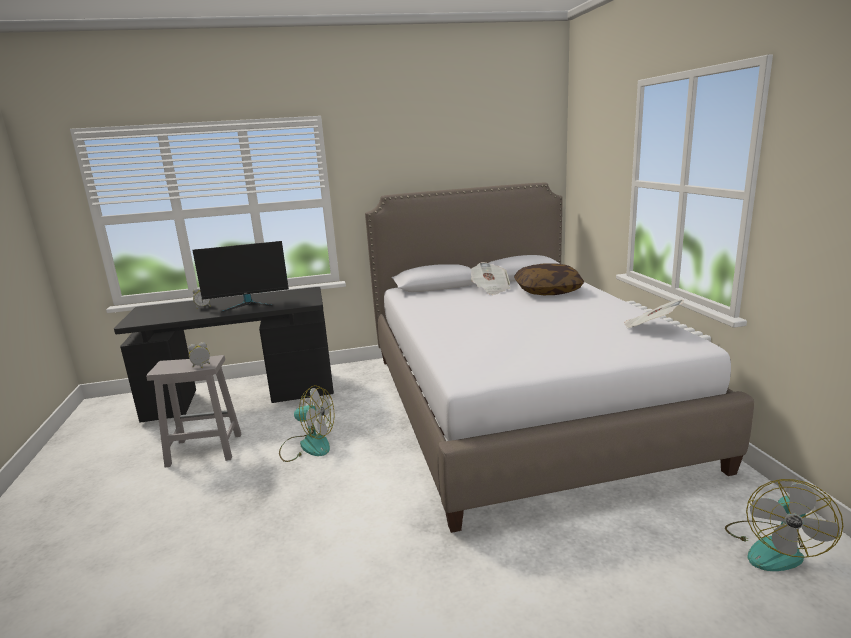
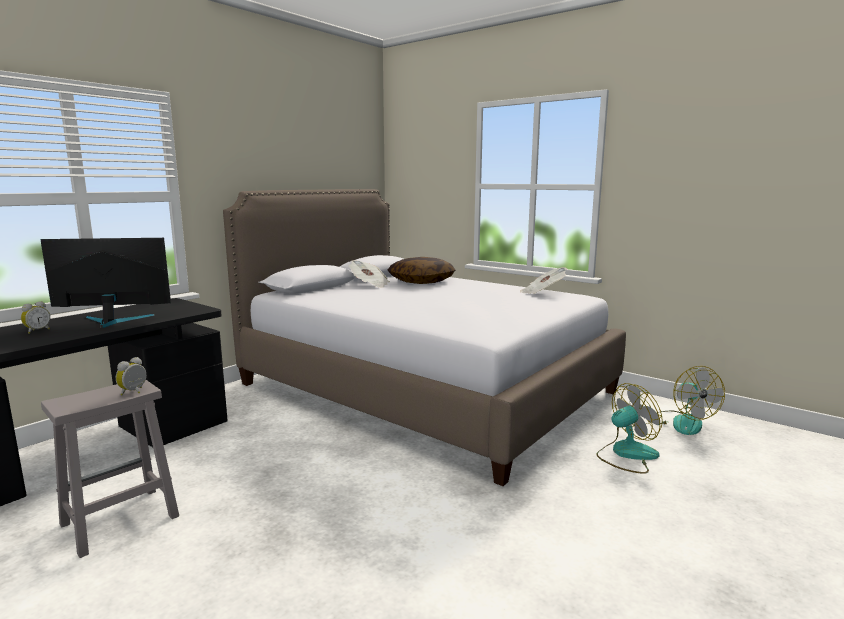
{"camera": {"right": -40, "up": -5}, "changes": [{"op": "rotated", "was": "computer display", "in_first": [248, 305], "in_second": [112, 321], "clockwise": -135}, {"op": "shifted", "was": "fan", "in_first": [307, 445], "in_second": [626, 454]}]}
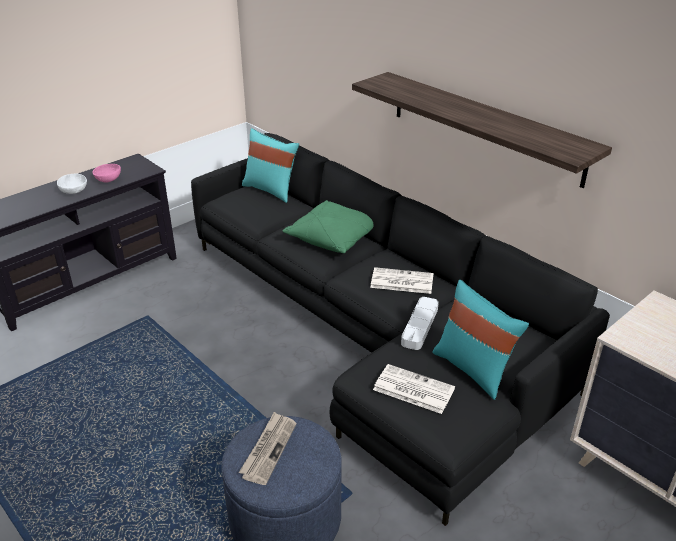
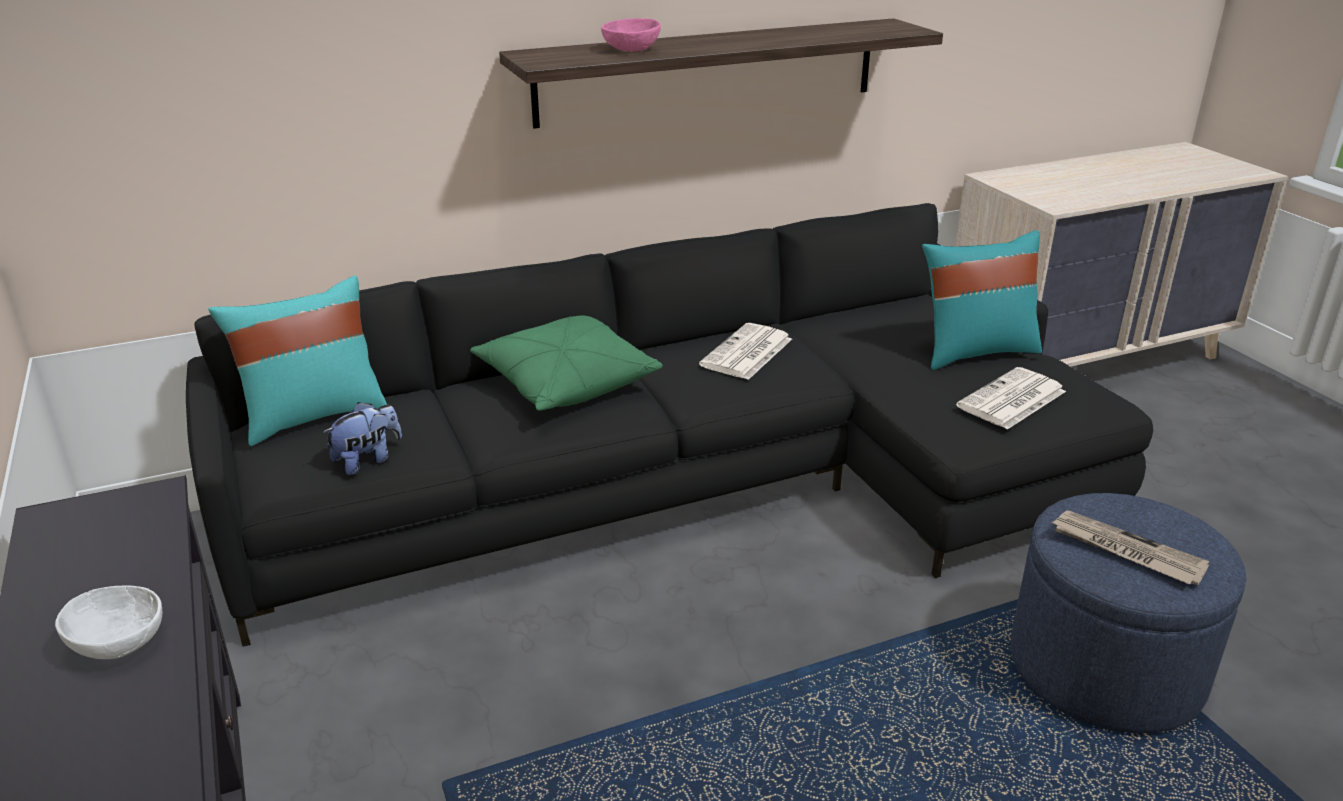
{"camera": {"right": -70, "up": -5}, "changes": [{"op": "new", "now": "cuddly toy", "in_second": [367, 460]}, {"op": "shifted", "was": "pinkish deep dish", "in_first": [108, 180], "in_second": [631, 50]}, {"op": "gone", "was": "greyish serving tray", "in_first": [420, 326]}]}
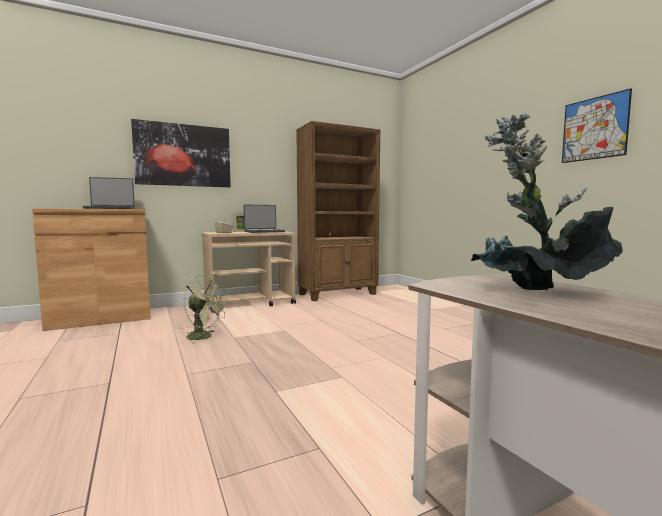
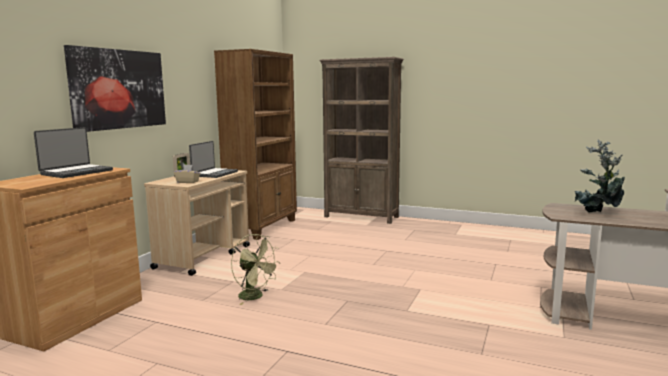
{"camera": {"right": -40, "up": 5}, "changes": [{"op": "rotated", "was": "green fan", "in_first": [204, 337], "in_second": [255, 297], "clockwise": 60}, {"op": "new", "now": "brown-coloured bookshelf", "in_second": [361, 217]}, {"op": "gone", "was": "wall art", "in_first": [594, 128]}]}
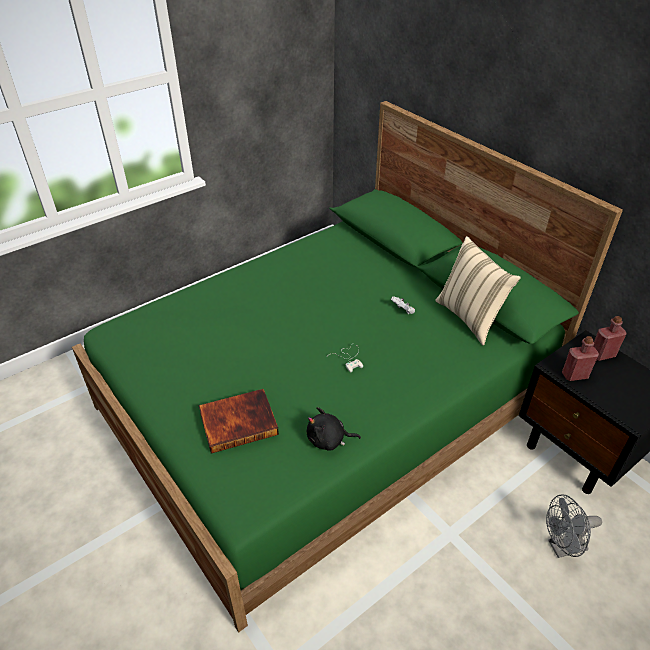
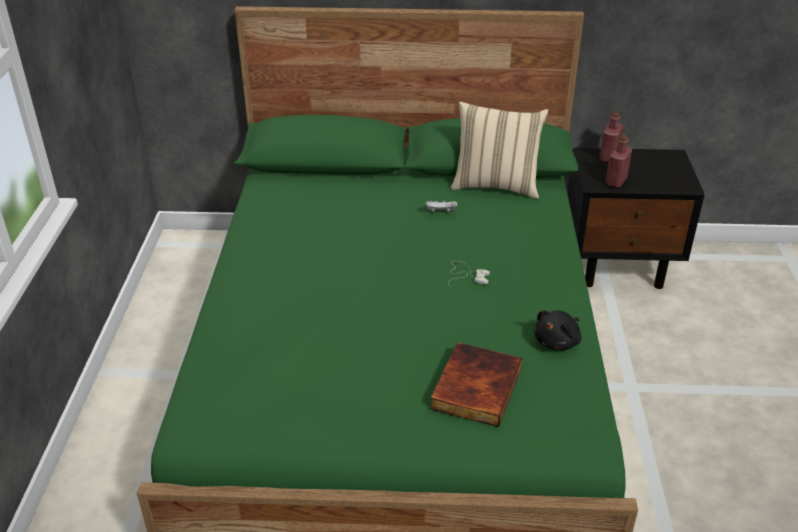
{"camera": {"right": -50, "up": -5}, "changes": [{"op": "gone", "was": "greyish fan", "in_first": [562, 547]}]}
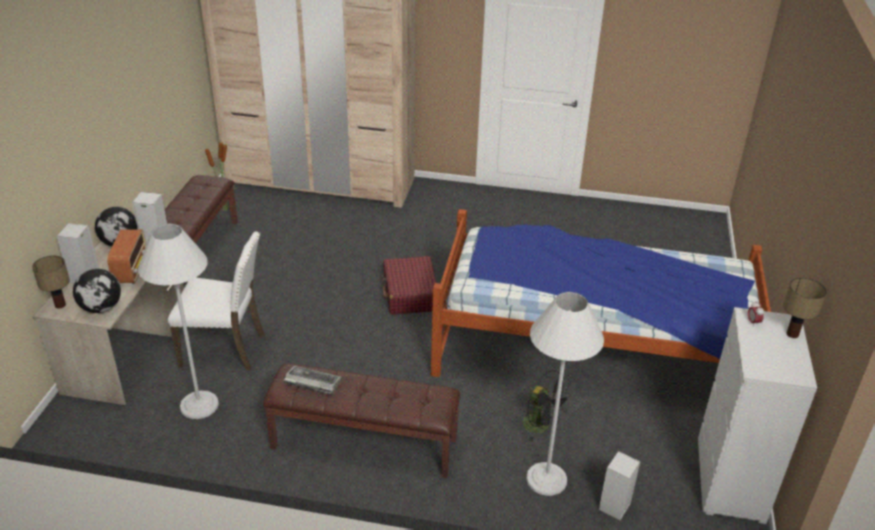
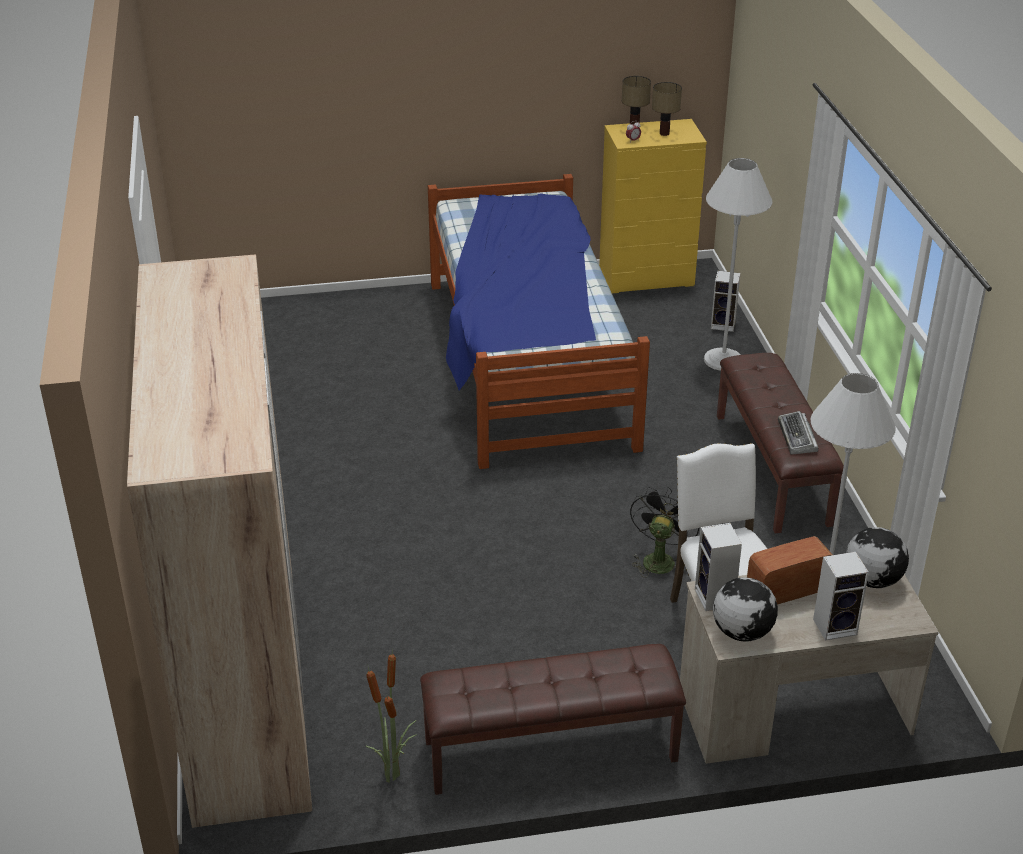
{"camera": {"right": -110, "up": 0}, "changes": [{"op": "repainted", "was": "whitish chest of drawers", "now": "yellowish chest of drawers", "in_first": [730, 480], "in_second": [647, 278]}, {"op": "shifted", "was": "black-coloured fan", "in_first": [541, 426], "in_second": [659, 558]}, {"op": "shifted", "was": "tabletop lamp", "in_first": [60, 305], "in_second": [664, 133]}, {"op": "gone", "was": "reddish suitcase", "in_first": [410, 294]}]}
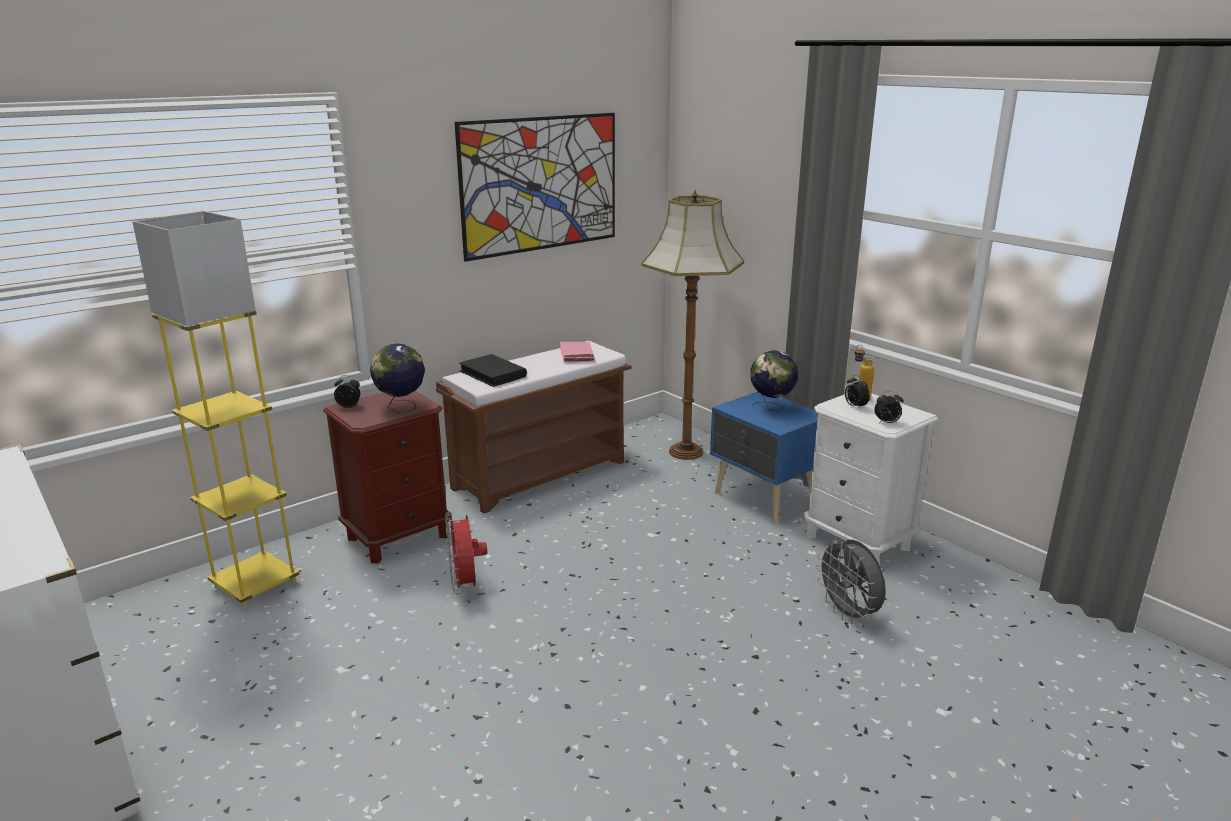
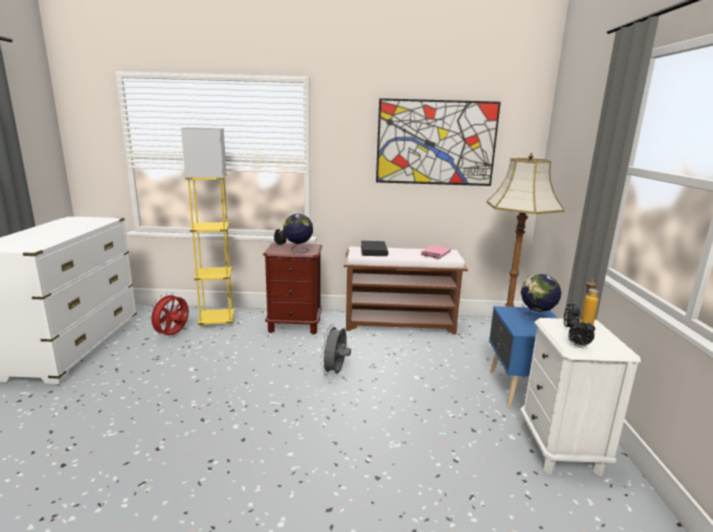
{"camera": {"right": 40, "up": -5}, "changes": [{"op": "shifted", "was": "reddish fan", "in_first": [465, 586], "in_second": [172, 335]}, {"op": "shifted", "was": "greyish fan", "in_first": [848, 614], "in_second": [335, 372]}]}
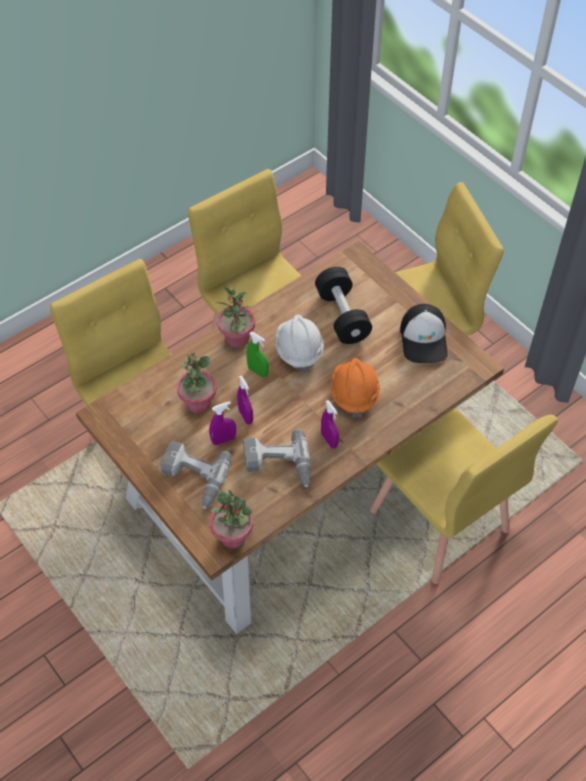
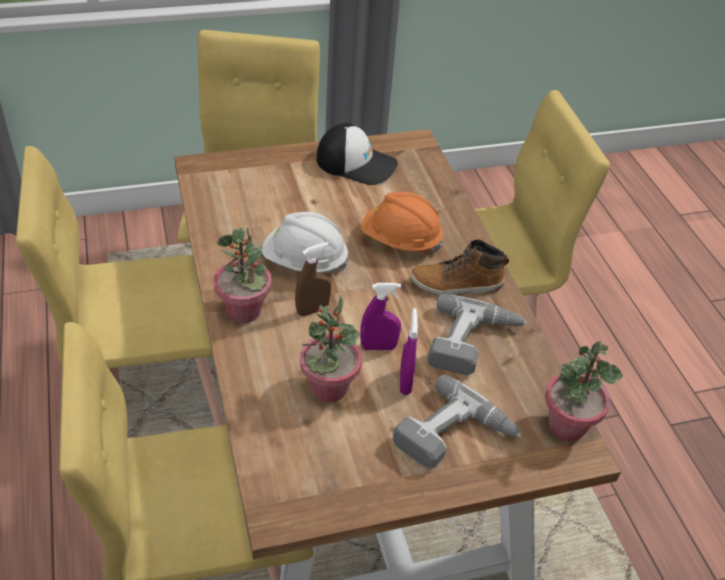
{"camera": {"right": -70, "up": -10}, "changes": [{"op": "repainted", "was": "green spray bottle", "now": "brown-coloured spray bottle", "in_first": [258, 371], "in_second": [312, 310]}, {"op": "swapped", "was": "purplish spray bottle", "now": "boot", "in_first": [329, 440], "in_second": [456, 284]}, {"op": "gone", "was": "black-coloured free weight", "in_first": [342, 316]}]}
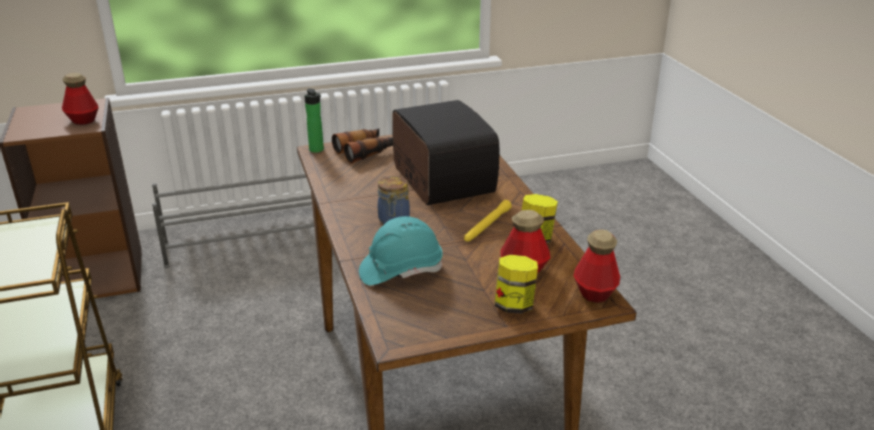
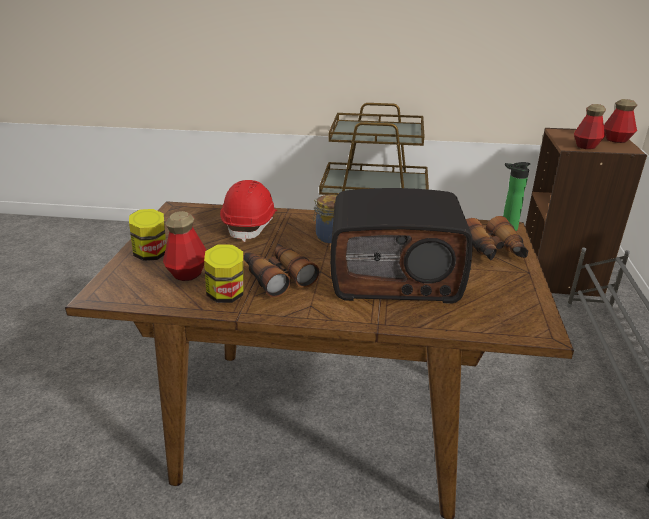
{"camera": {"right": 115, "up": 0}, "changes": [{"op": "repainted", "was": "turquoise-coloured hard hat", "now": "reddish hard hat", "in_first": [400, 270], "in_second": [251, 225]}, {"op": "swapped", "was": "yellowish torch", "now": "binoculars", "in_first": [486, 226], "in_second": [277, 276]}, {"op": "shifted", "was": "bottle", "in_first": [594, 293], "in_second": [616, 140]}]}
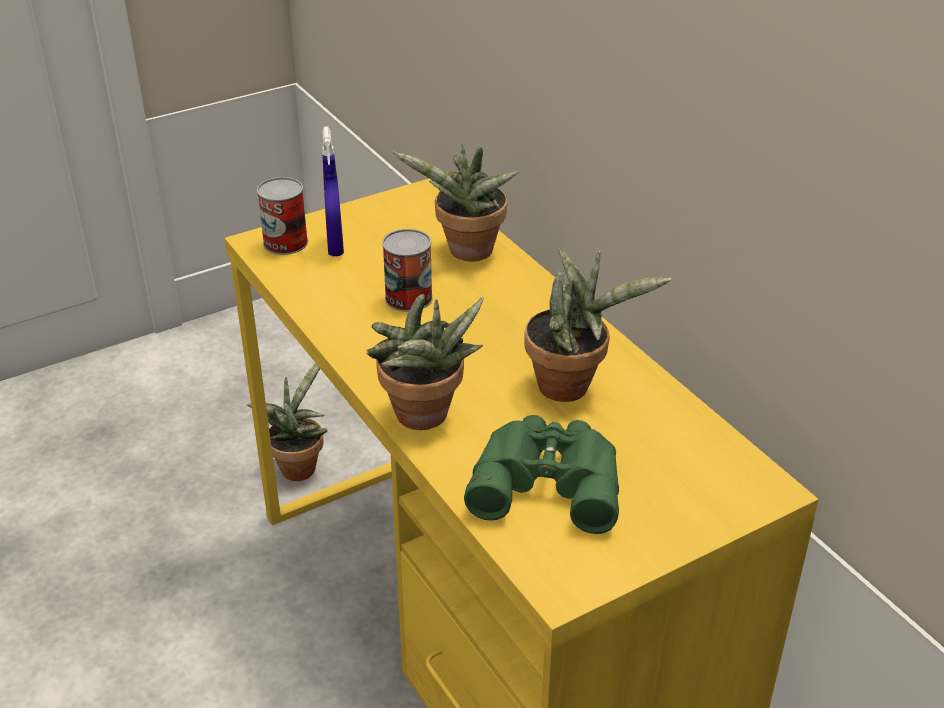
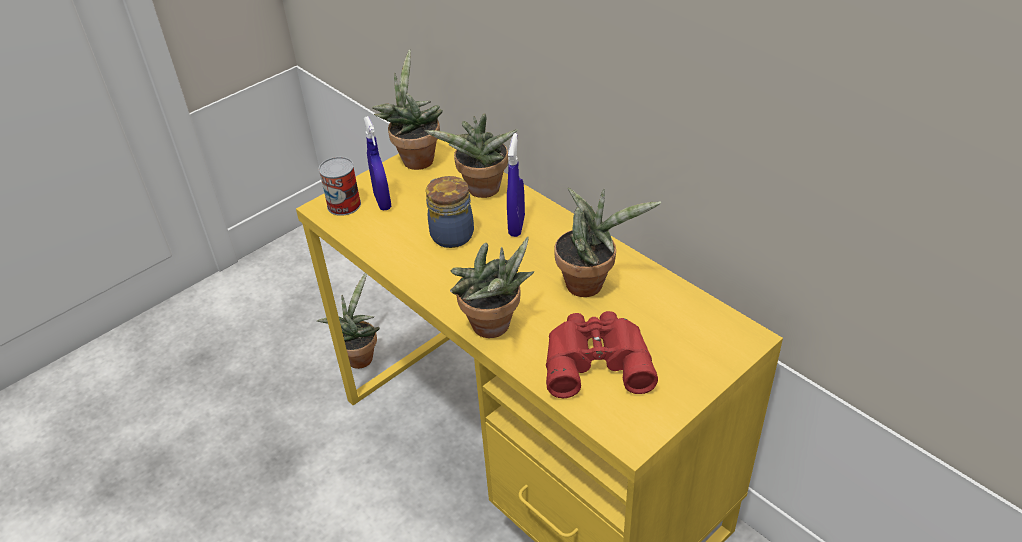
{"camera": {"right": -10, "up": 5}, "changes": [{"op": "new", "now": "potted plant", "in_second": [416, 158]}, {"op": "swapped", "was": "metal can", "now": "jar", "in_first": [408, 298], "in_second": [451, 234]}, {"op": "new", "now": "blue spray bottle", "in_second": [516, 226]}, {"op": "repainted", "was": "green binoculars", "now": "reddish binoculars", "in_first": [547, 480], "in_second": [596, 359]}]}
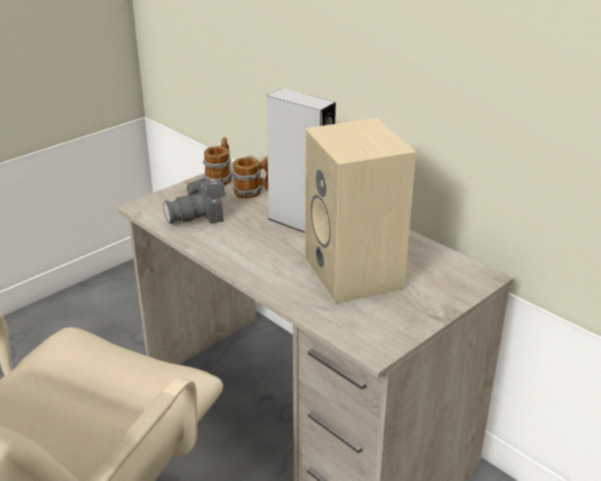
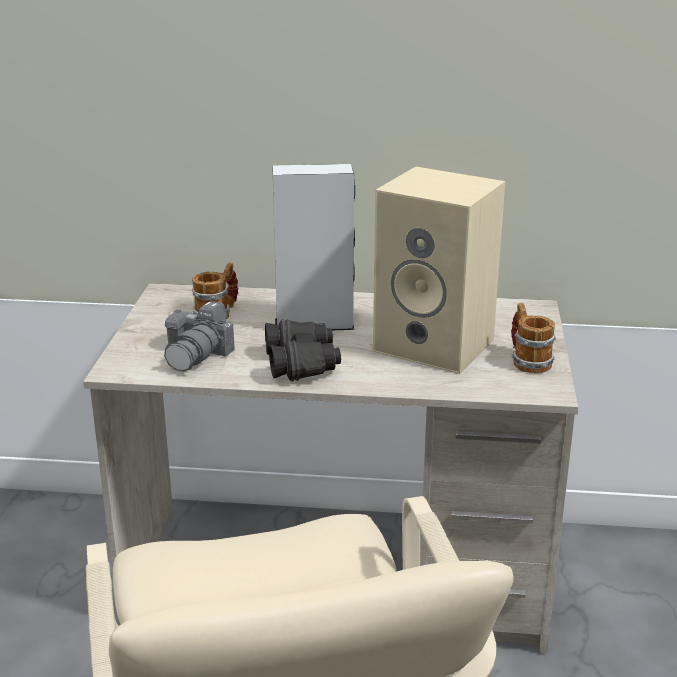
{"camera": {"right": -40, "up": -5}, "changes": [{"op": "new", "now": "black-coloured binoculars", "in_second": [302, 363]}, {"op": "shifted", "was": "tea mug", "in_first": [220, 177], "in_second": [527, 360]}]}
